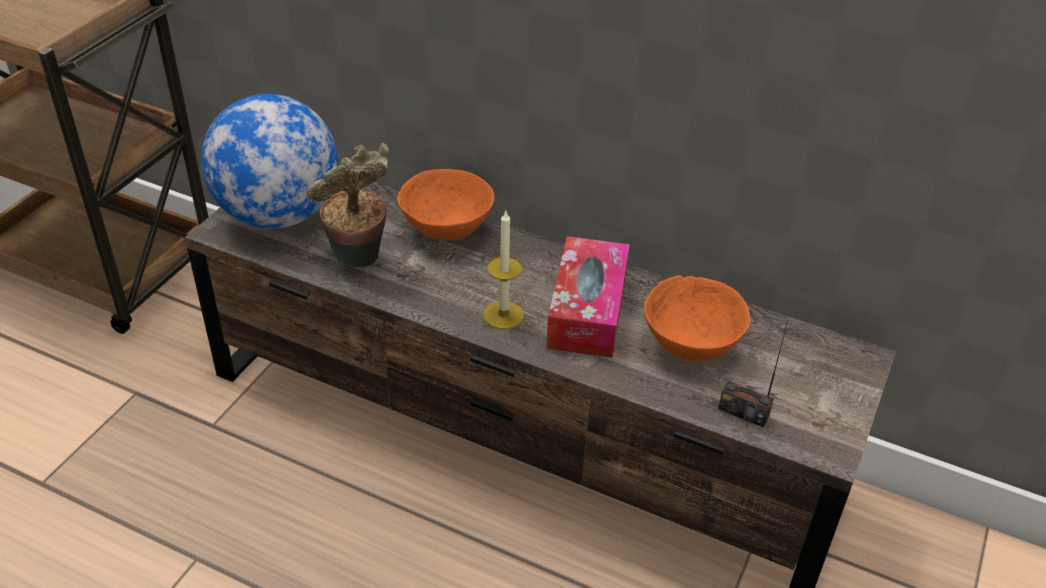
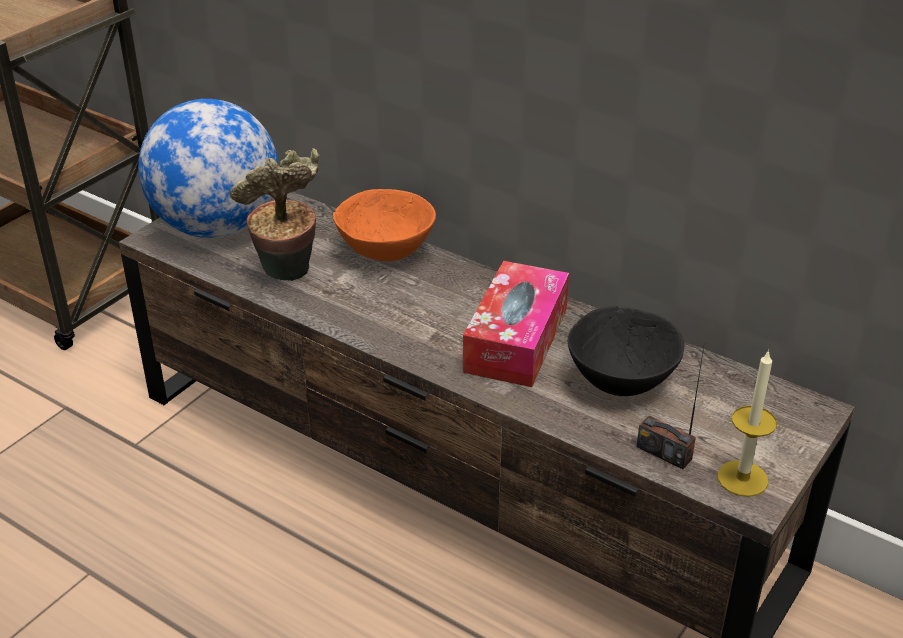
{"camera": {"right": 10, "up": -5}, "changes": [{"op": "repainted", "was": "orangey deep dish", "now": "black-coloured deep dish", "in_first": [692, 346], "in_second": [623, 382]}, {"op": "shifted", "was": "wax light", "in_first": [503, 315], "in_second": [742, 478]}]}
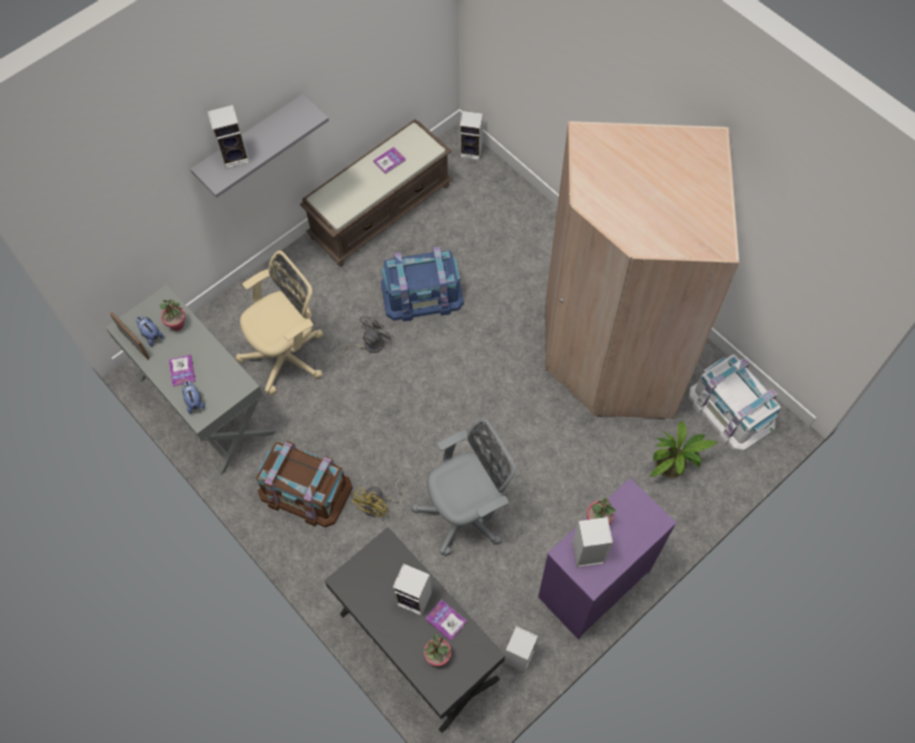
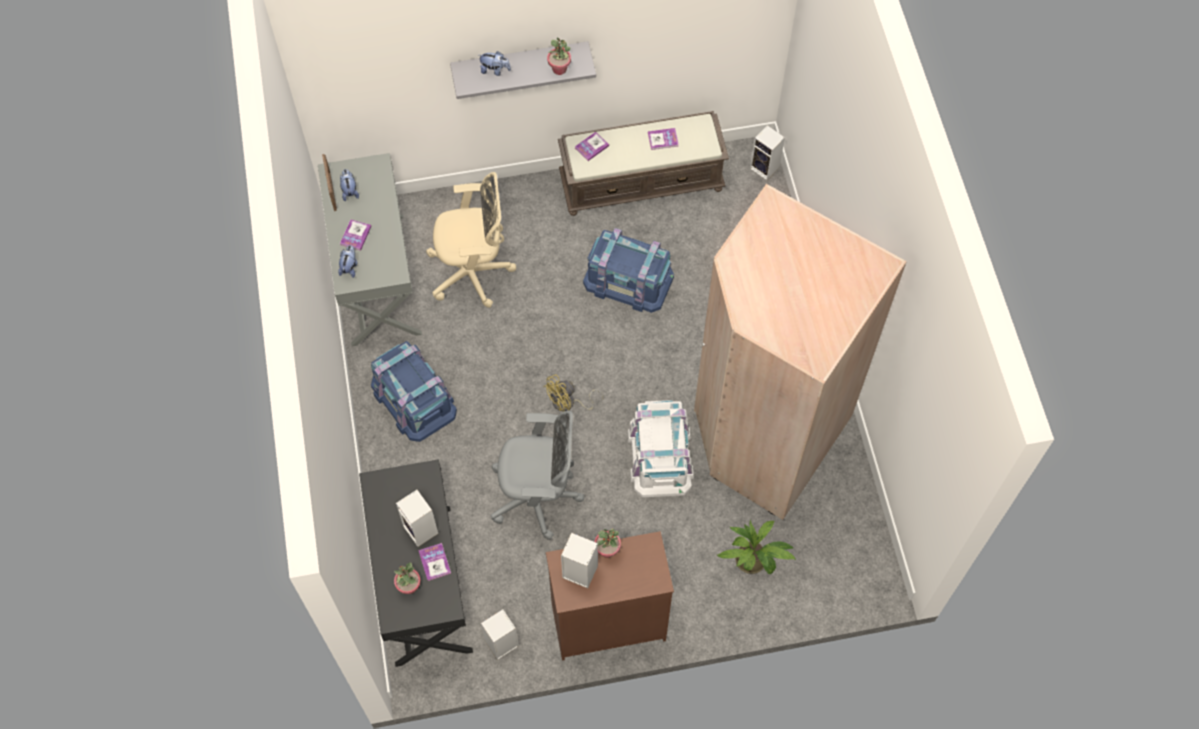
{"camera": {"right": 30, "up": 0}, "changes": [{"op": "repainted", "was": "brown-coloured storage box", "now": "blue storage box", "in_first": [305, 490], "in_second": [413, 399]}, {"op": "swapped", "was": "loudspeaker", "now": "cuddly toy", "in_first": [236, 156], "in_second": [495, 70]}, {"op": "shifted", "was": "yellowish fan", "in_first": [379, 505], "in_second": [568, 403]}, {"op": "repainted", "was": "purplish chest of drawers", "now": "brown-coloured chest of drawers", "in_first": [593, 583], "in_second": [608, 621]}, {"op": "shifted", "was": "potted plant", "in_first": [177, 324], "in_second": [559, 69]}, {"op": "new", "now": "volume", "in_second": [591, 147]}, {"op": "shifted", "was": "whitish storage box", "in_first": [731, 410], "in_second": [660, 455]}, {"op": "gone", "was": "greyish fan", "in_first": [369, 345]}]}
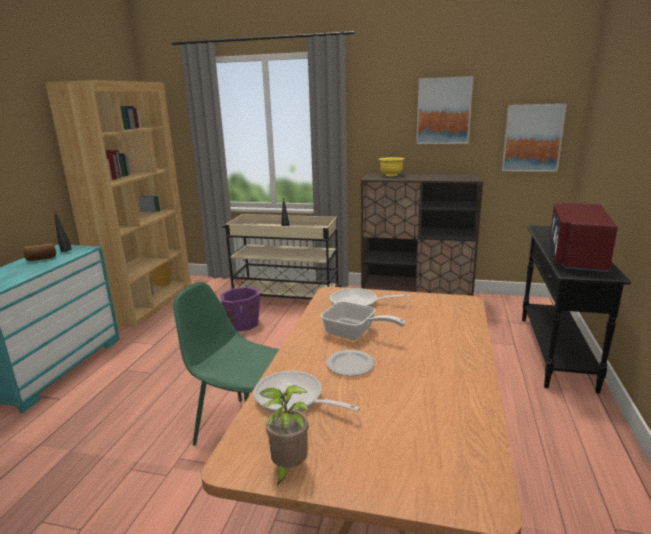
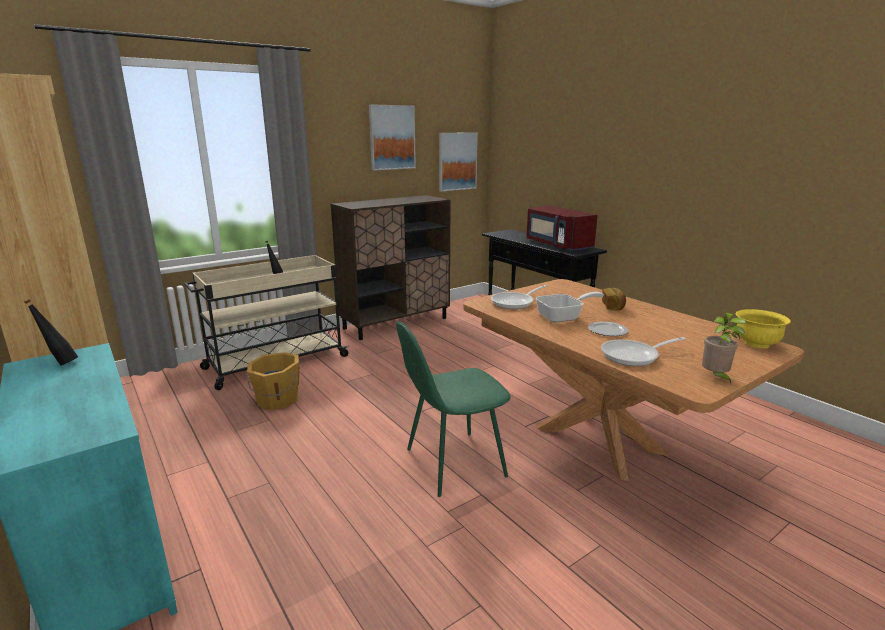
{"camera": {"right": -50, "up": 0}, "changes": [{"op": "repainted", "was": "purplish water bucket", "now": "orangey water bucket", "in_first": [242, 324], "in_second": [277, 400]}, {"op": "shifted", "was": "bakery bread", "in_first": [41, 259], "in_second": [613, 307]}, {"op": "shifted", "was": "yellowish deep dish", "in_first": [391, 175], "in_second": [756, 344]}]}
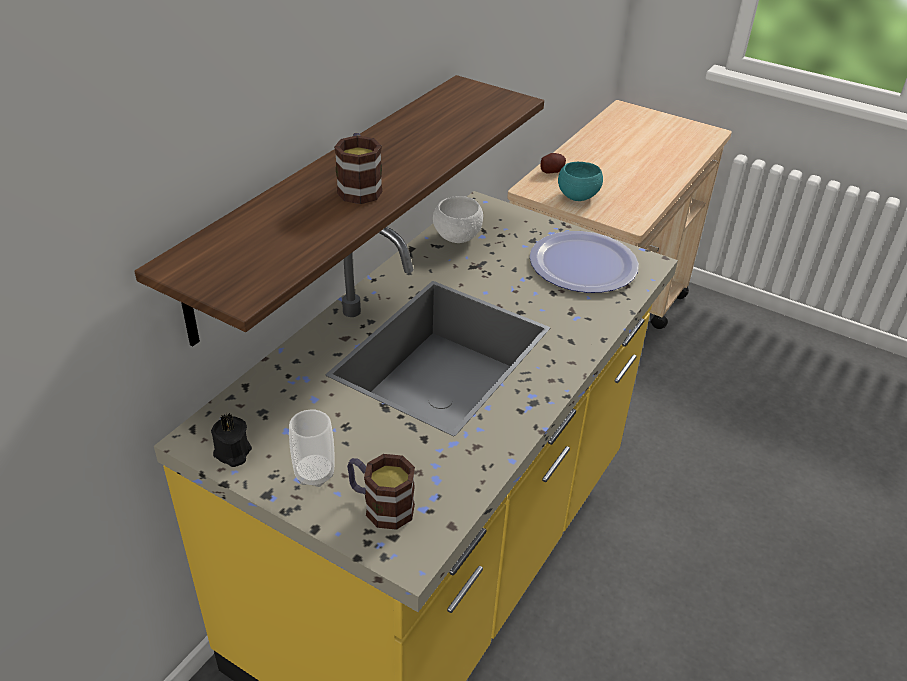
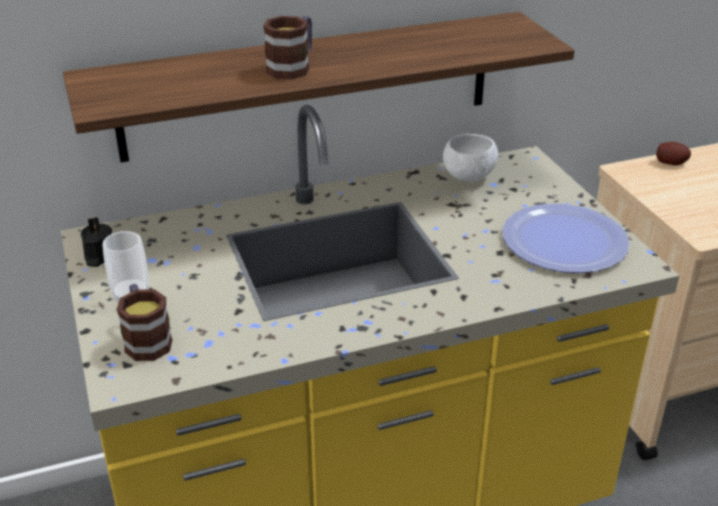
{"camera": {"right": 40, "up": -5}, "changes": [{"op": "gone", "was": "turquoise-coloured deep dish", "in_first": [578, 196]}]}
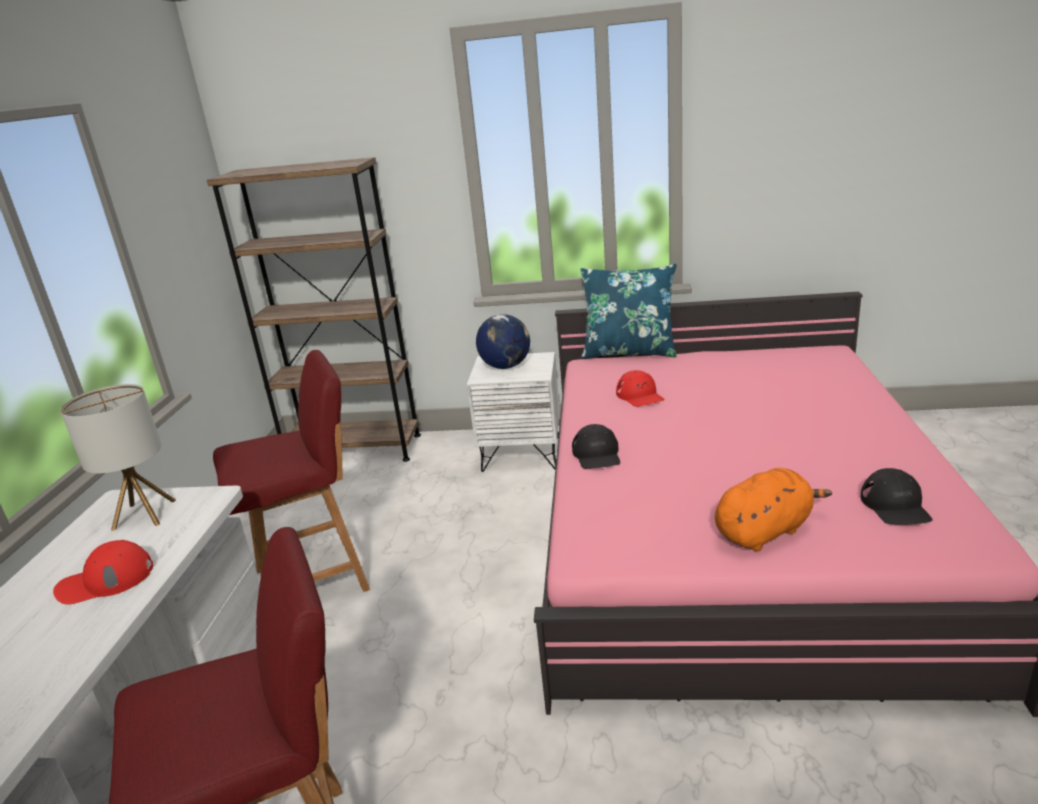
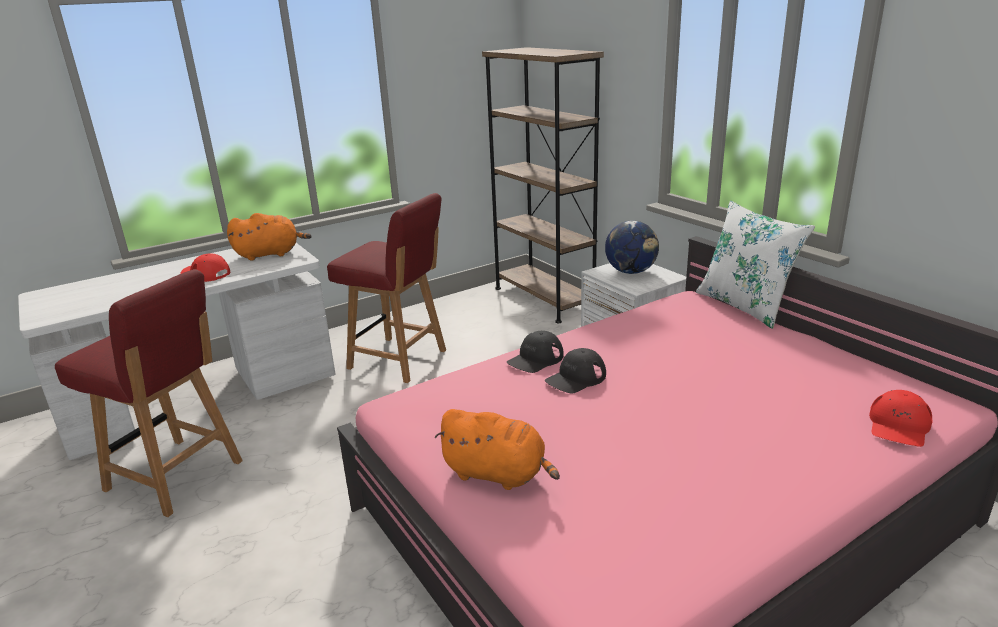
{"camera": {"right": 50, "up": 0}, "changes": [{"op": "swapped", "was": "tabletop lamp", "now": "orangey cuddly toy", "in_first": [144, 514], "in_second": [270, 254]}, {"op": "shifted", "was": "black-coloured baseball cap", "in_first": [895, 506], "in_second": [576, 378]}, {"op": "repainted", "was": "blue throw pillow", "now": "whitish throw pillow", "in_first": [629, 352], "in_second": [745, 306]}, {"op": "shifted", "was": "reddish baseball cap", "in_first": [640, 396], "in_second": [898, 426]}]}
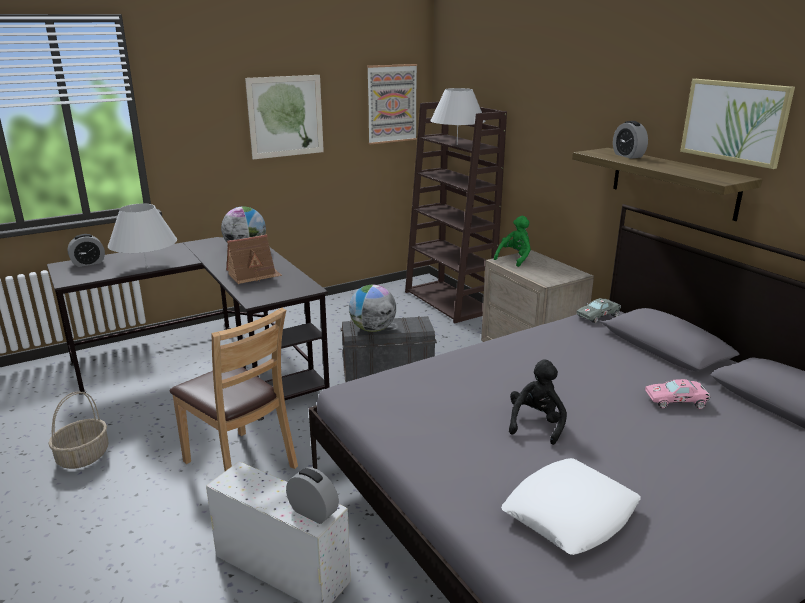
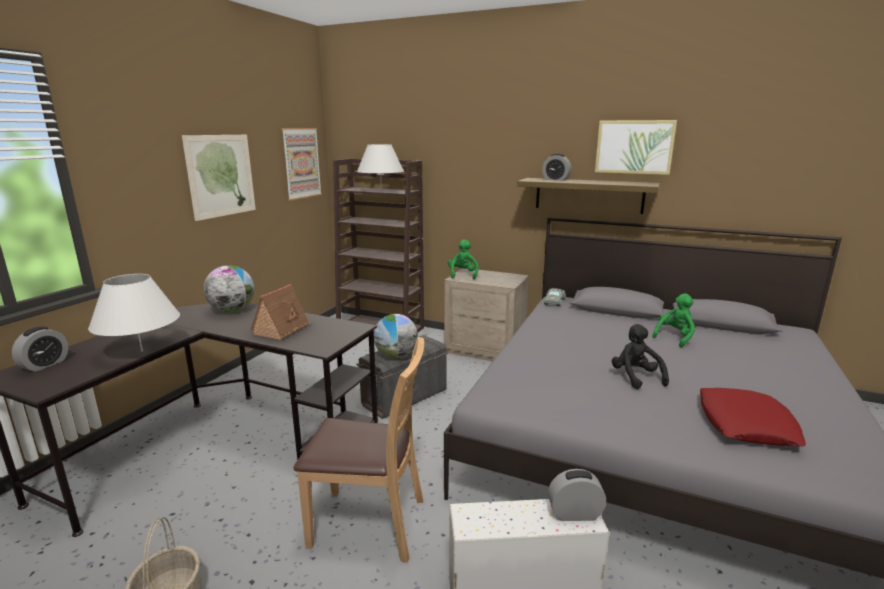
{"camera": {"right": -35, "up": -5}, "changes": [{"op": "swapped", "was": "pinkish miniature car", "now": "green cuddly toy", "in_first": [677, 401], "in_second": [674, 337]}, {"op": "repainted", "was": "whitish throw pillow", "now": "reddish throw pillow", "in_first": [570, 513], "in_second": [745, 424]}]}
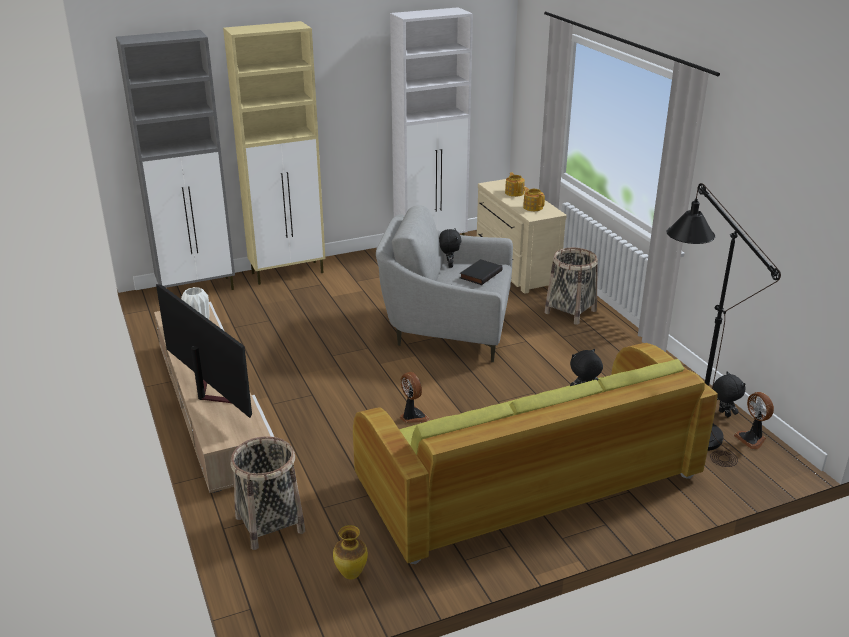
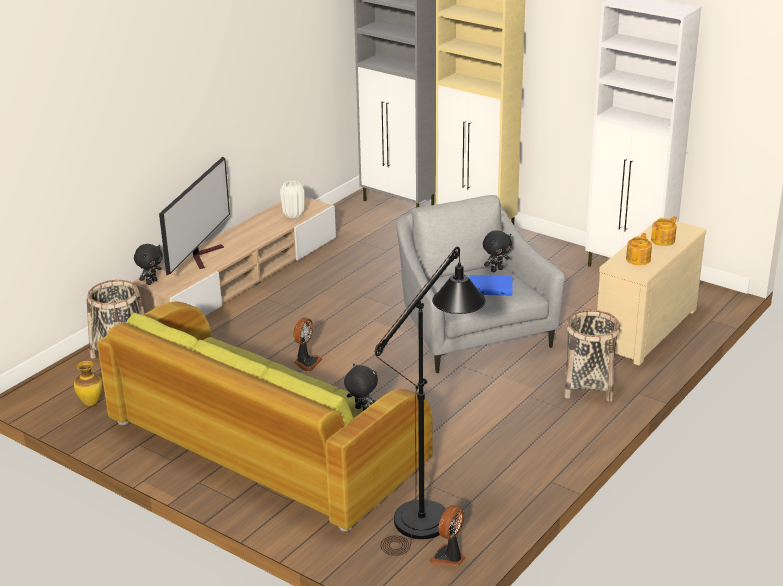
{"camera": {"right": 60, "up": 0}, "changes": [{"op": "shifted", "was": "black-coloured cuddly toy", "in_first": [723, 414], "in_second": [151, 282]}, {"op": "repainted", "was": "black-coloured volume", "now": "blue volume", "in_first": [480, 274], "in_second": [490, 287]}]}
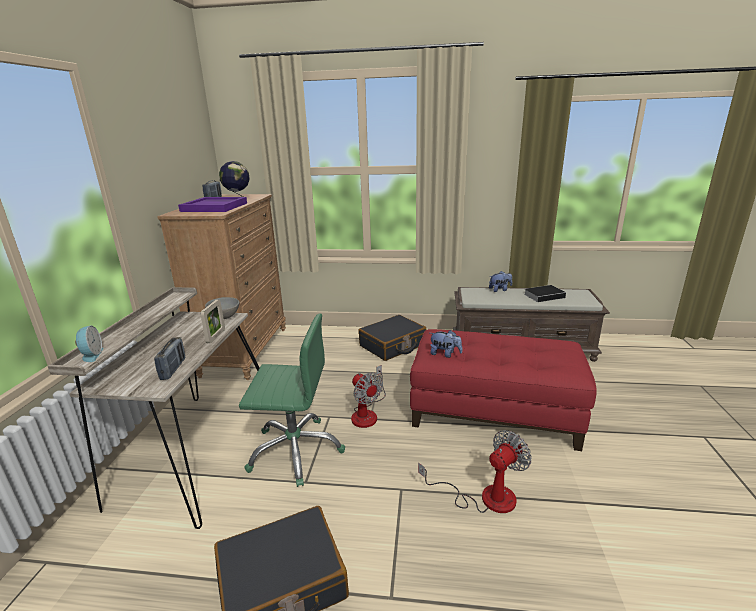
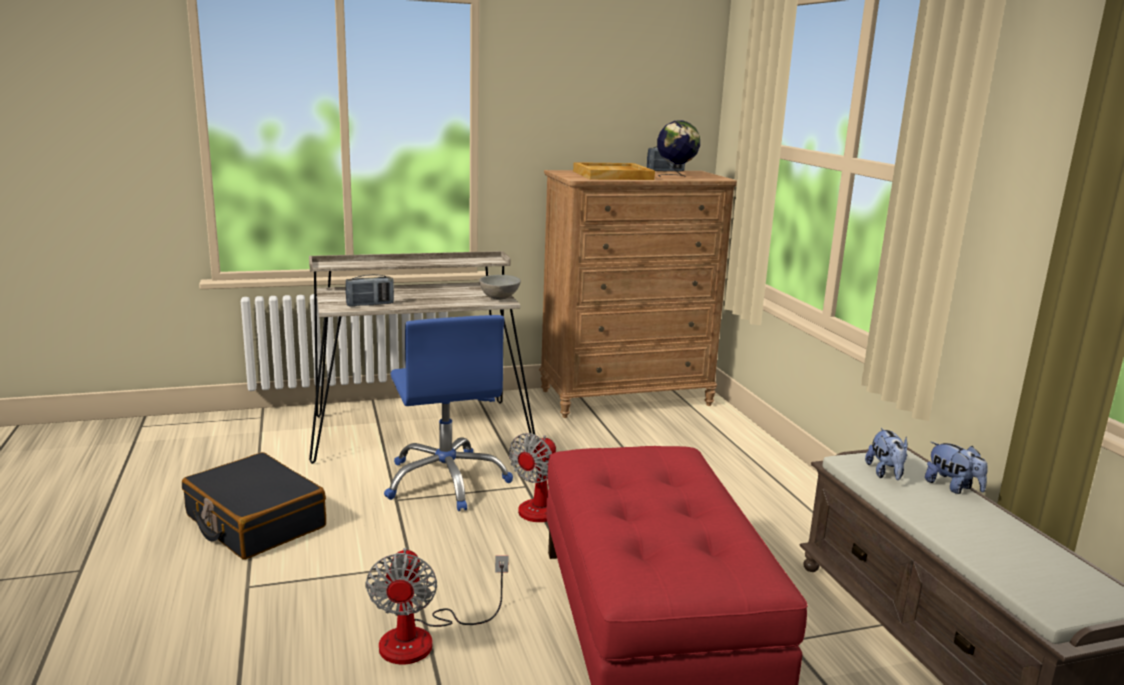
{"camera": {"right": 65, "up": -5}, "changes": [{"op": "rotated", "was": "fan", "in_first": [485, 497], "in_second": [424, 638], "clockwise": 60}, {"op": "repainted", "was": "green desk chair", "now": "blue desk chair", "in_first": [295, 450], "in_second": [446, 481]}, {"op": "repainted", "was": "purplish serving tray", "now": "beige serving tray", "in_first": [215, 207], "in_second": [613, 175]}, {"op": "shifted", "was": "cuddly toy", "in_first": [445, 354], "in_second": [886, 474]}, {"op": "gone", "was": "bedside clock", "in_first": [91, 355]}, {"op": "gone", "was": "picture frame", "in_first": [216, 336]}, {"op": "gone", "was": "black-coloured suitcase", "in_first": [393, 345]}, {"op": "gone", "was": "volume", "in_first": [544, 296]}]}
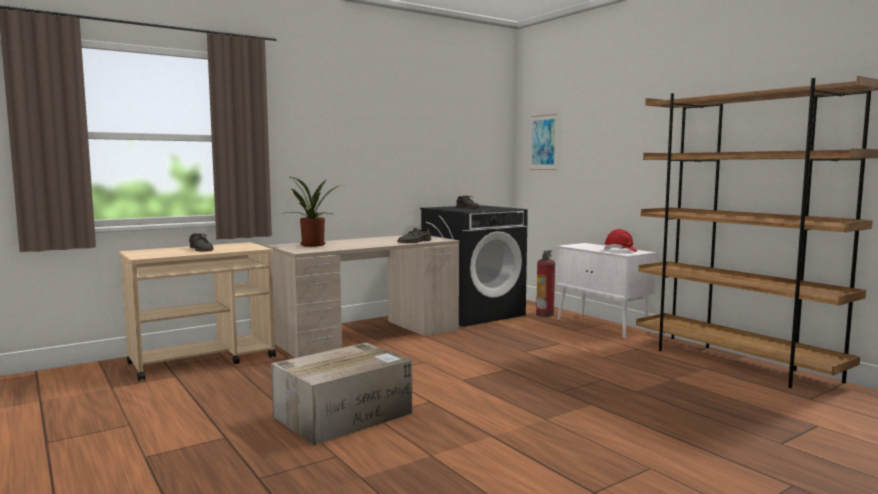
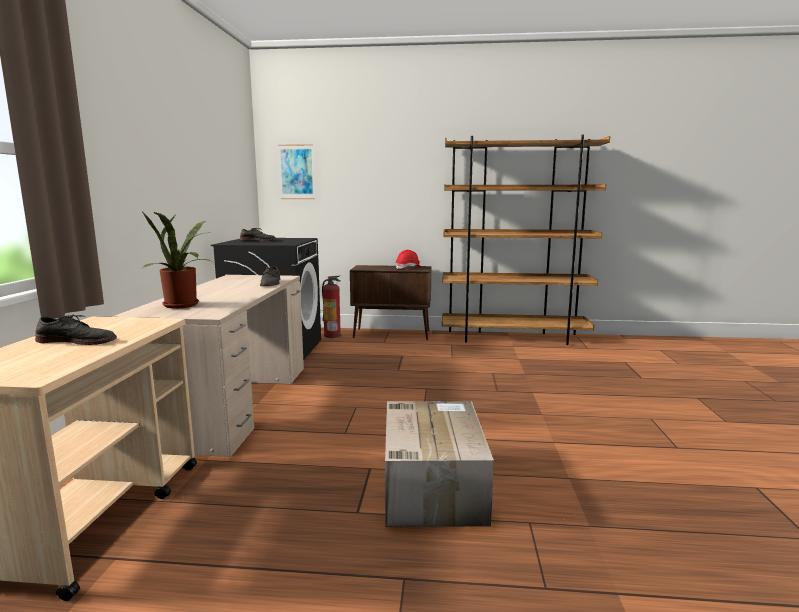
{"camera": {"right": -50, "up": 5}, "changes": [{"op": "repainted", "was": "whitish storage cabinet", "now": "brown-coloured storage cabinet", "in_first": [602, 326], "in_second": [392, 334]}]}
